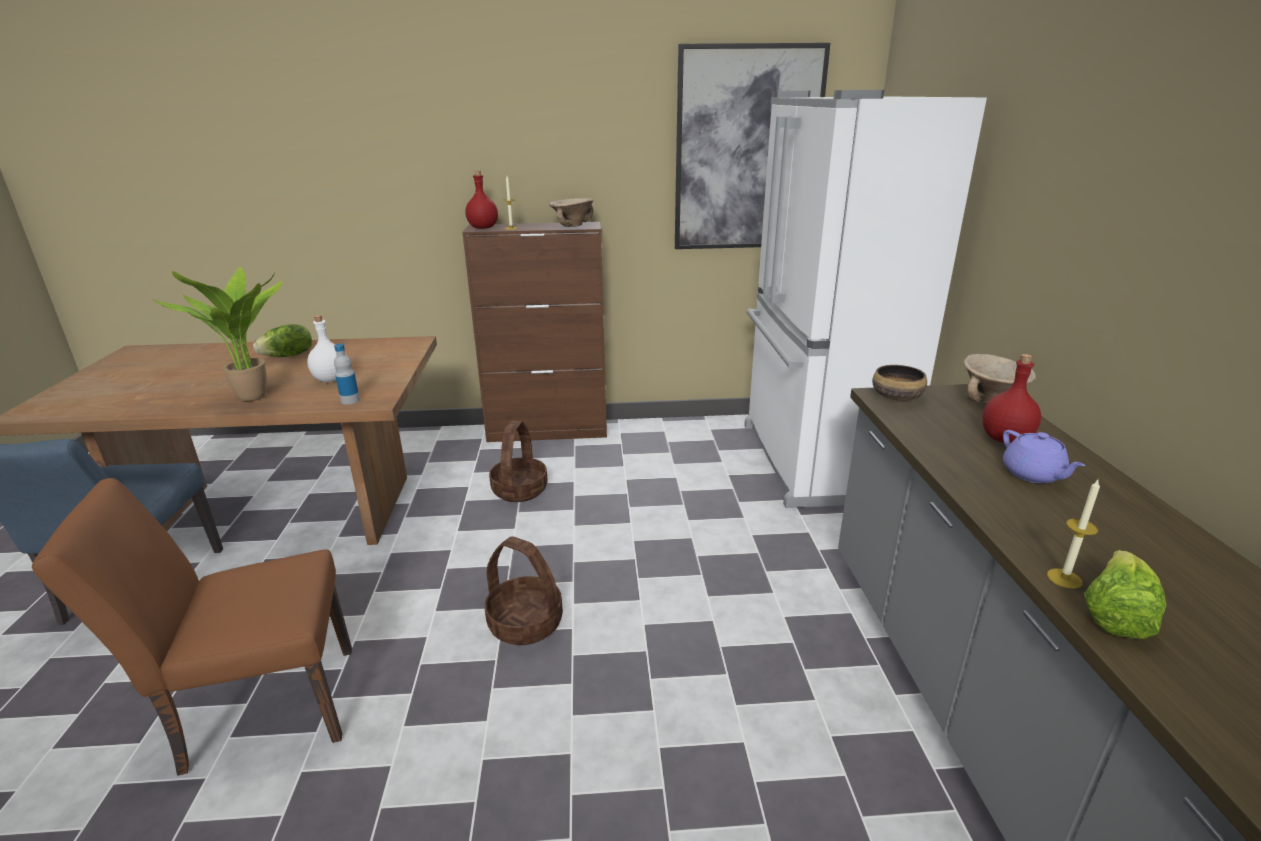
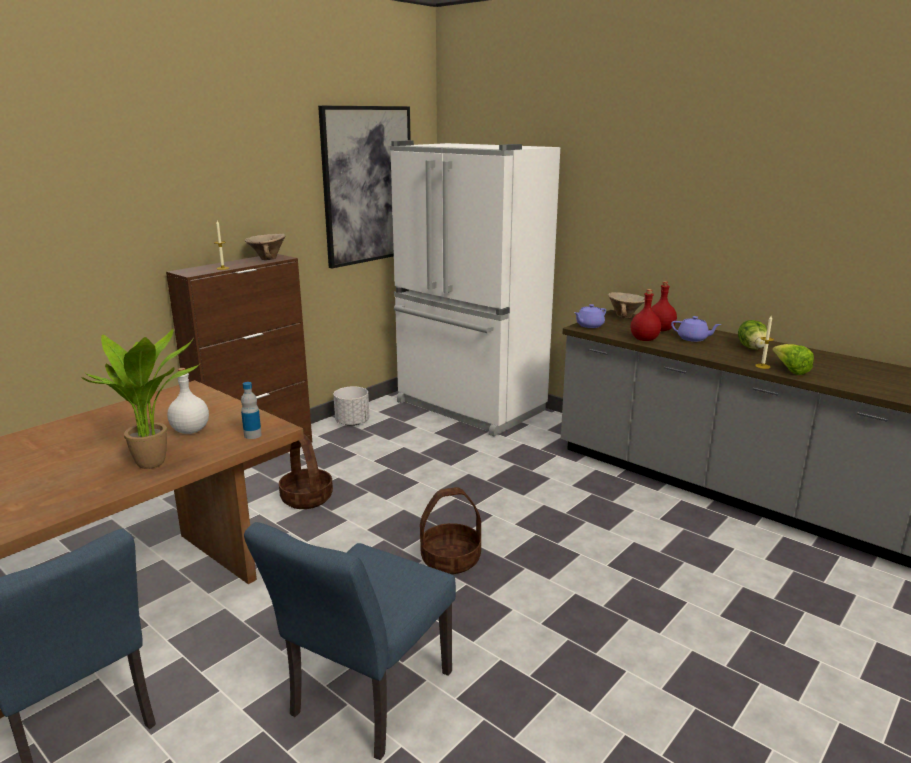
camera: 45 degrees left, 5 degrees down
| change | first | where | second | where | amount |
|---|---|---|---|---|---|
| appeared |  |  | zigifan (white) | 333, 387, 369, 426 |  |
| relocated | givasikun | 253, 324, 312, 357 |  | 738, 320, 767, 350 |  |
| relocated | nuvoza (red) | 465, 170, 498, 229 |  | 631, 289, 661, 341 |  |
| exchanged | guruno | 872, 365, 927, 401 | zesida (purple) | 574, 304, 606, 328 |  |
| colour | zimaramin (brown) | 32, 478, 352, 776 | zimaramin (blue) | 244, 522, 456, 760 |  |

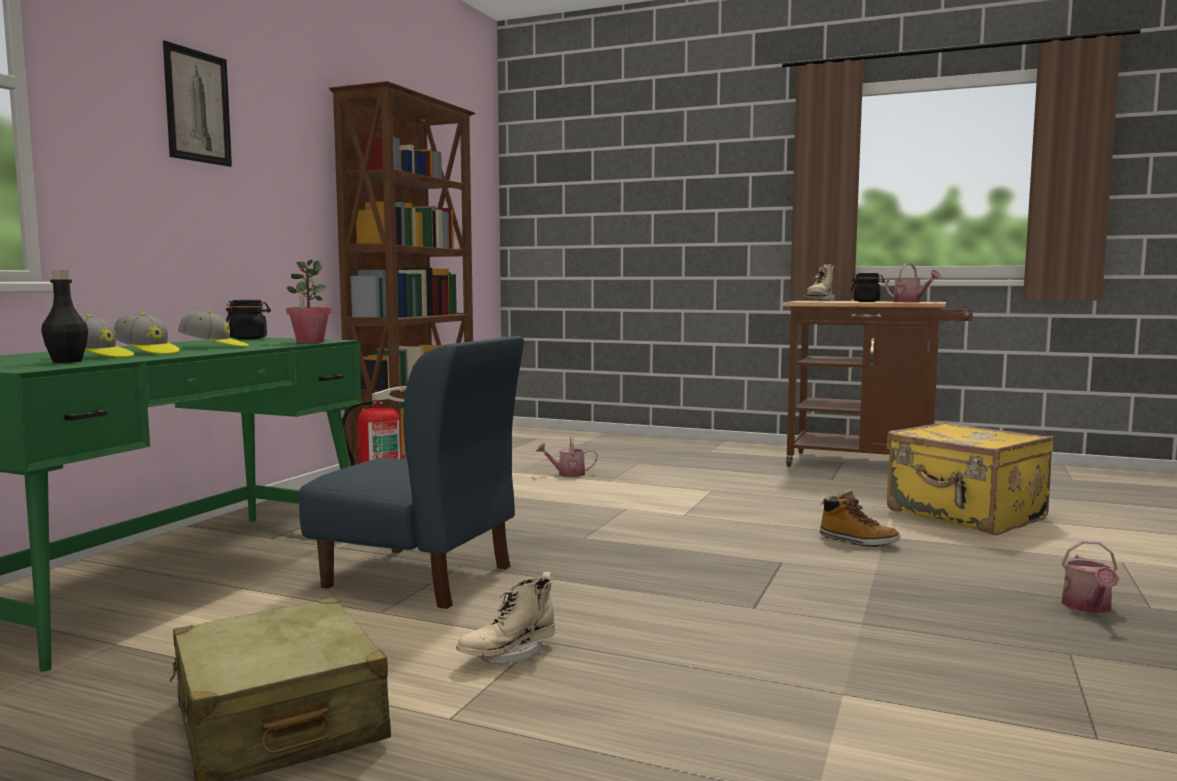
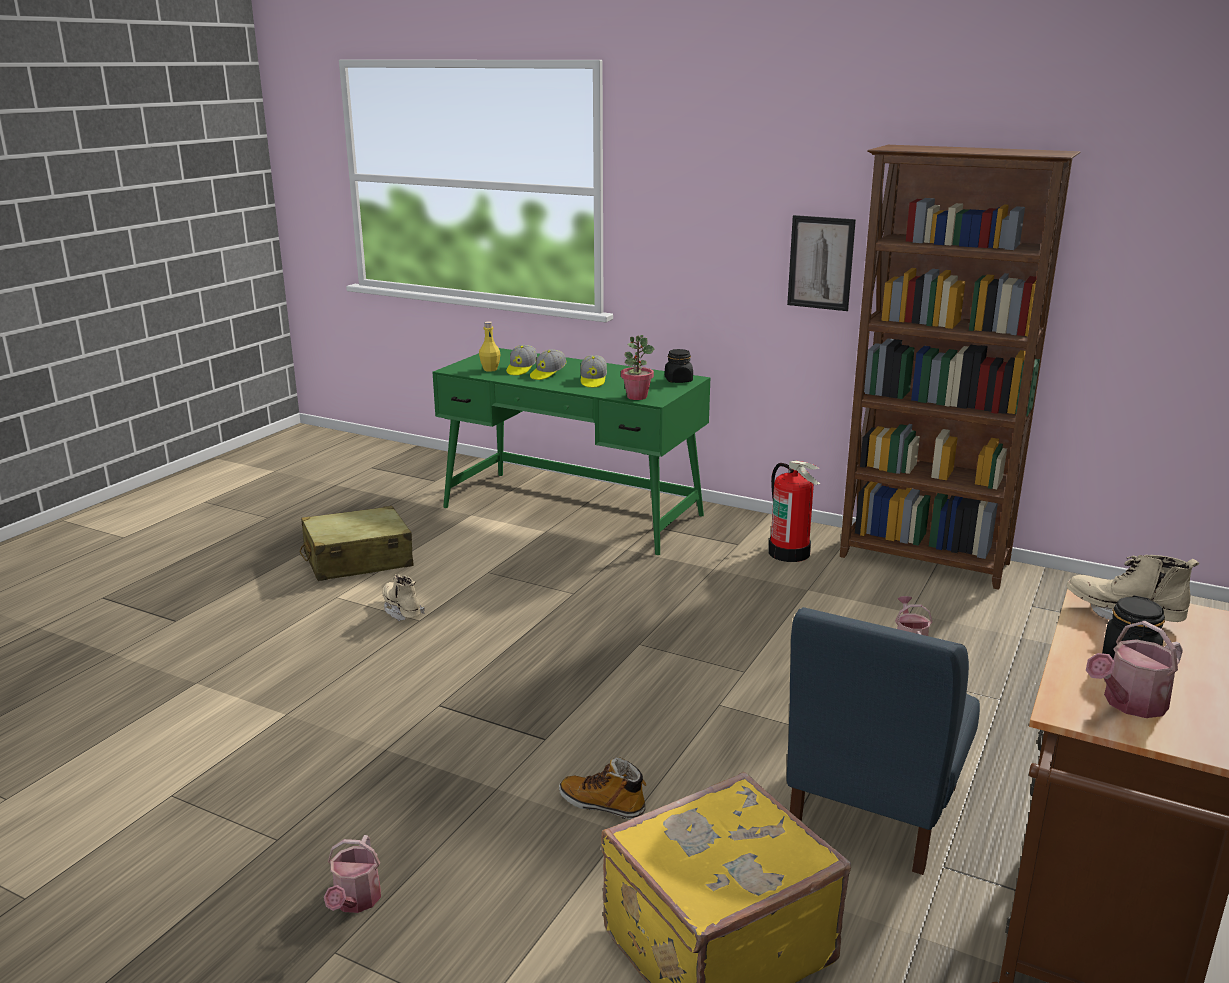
camera: 95 degrees right, 15 degrees up
| change | first | where | second | where | amount |
|---|---|---|---|---|---|
| relocated | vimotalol | 163, 41, 232, 167 |  | 787, 215, 856, 311 |  |
| relocated | zimaramin (blue) | 299, 336, 524, 609 |  | 786, 607, 980, 875 |  |
| colour | nuvoza (black) | 41, 270, 88, 363 | nuvoza (yellow) | 479, 321, 501, 372 |  |
| spun | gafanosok | 820, 489, 900, 547 |  | 559, 757, 646, 819 | 75 degrees clockwise |
| spun | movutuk | 1061, 541, 1119, 613 |  | 324, 835, 381, 913 | 105 degrees counterclockwise |

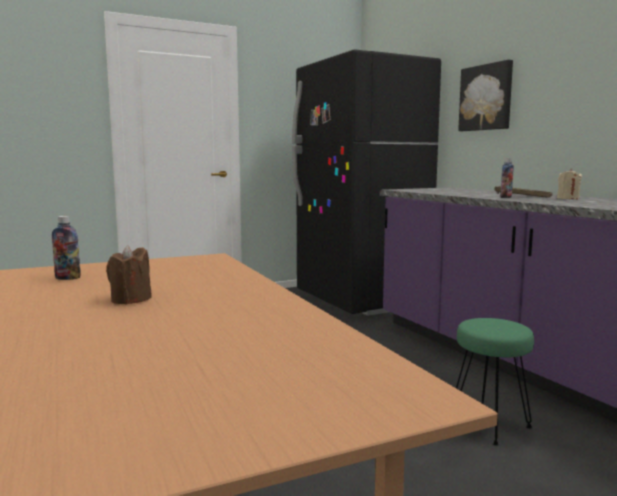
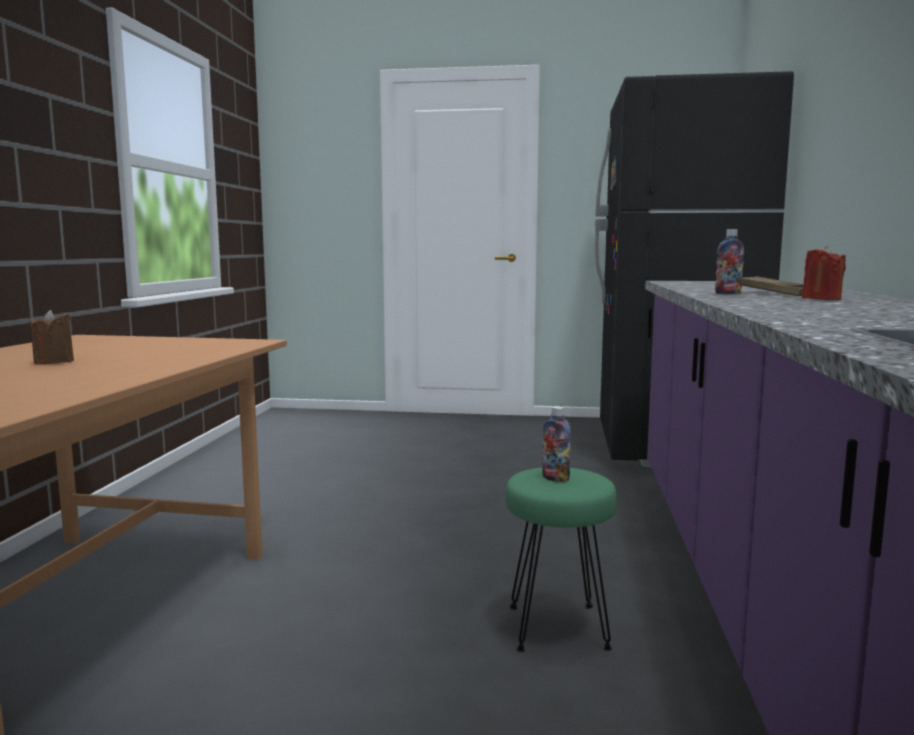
camera: 35 degrees right, 0 degrees up
| change | first | where | second | where | amount |
|---|---|---|---|---|---|
| missing | vimotalol | 458, 60, 513, 131 |  |  |  |
| relocated | nuvoza | 52, 216, 81, 280 |  | 542, 406, 571, 482 |  |
| colour | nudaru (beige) | 557, 169, 582, 199 | nudaru (red) | 802, 245, 846, 300 |  |

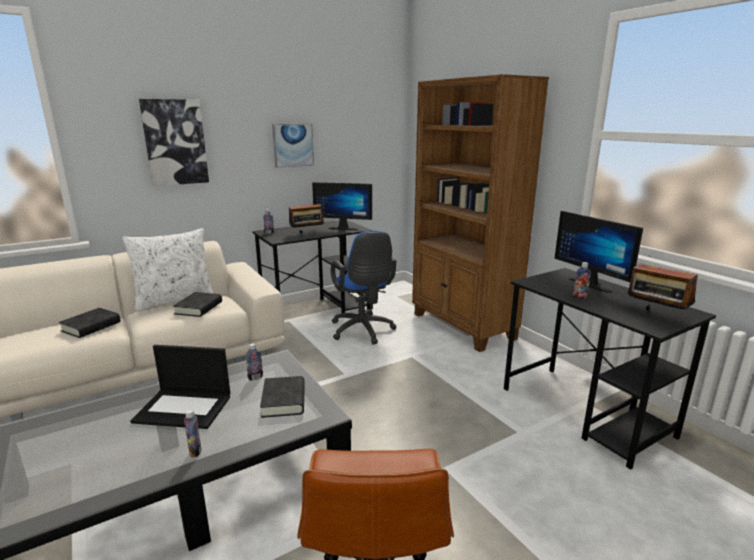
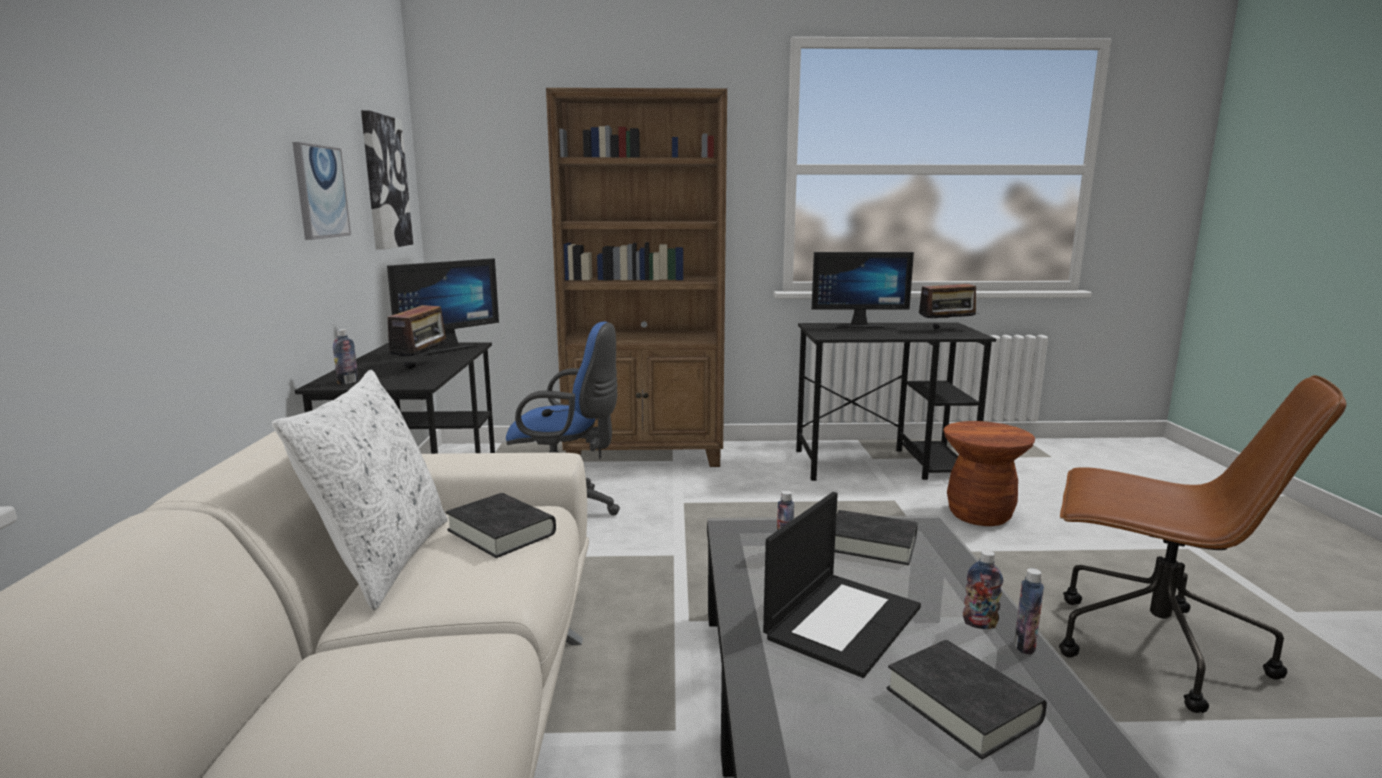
camera: 60 degrees left, 5 degrees down
| change | first | where | second | where | amount |
|---|---|---|---|---|---|
| appeared |  |  | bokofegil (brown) | 943, 421, 1035, 526 |  |
| relocated | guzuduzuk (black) | 59, 308, 121, 338 |  | 887, 640, 1047, 760 |  |
| relocated | vimotalol | 139, 99, 209, 186 |  | 361, 110, 413, 250 |  |
| relocated | nuvoza | 573, 262, 591, 299 |  | 1014, 568, 1044, 655 |  |

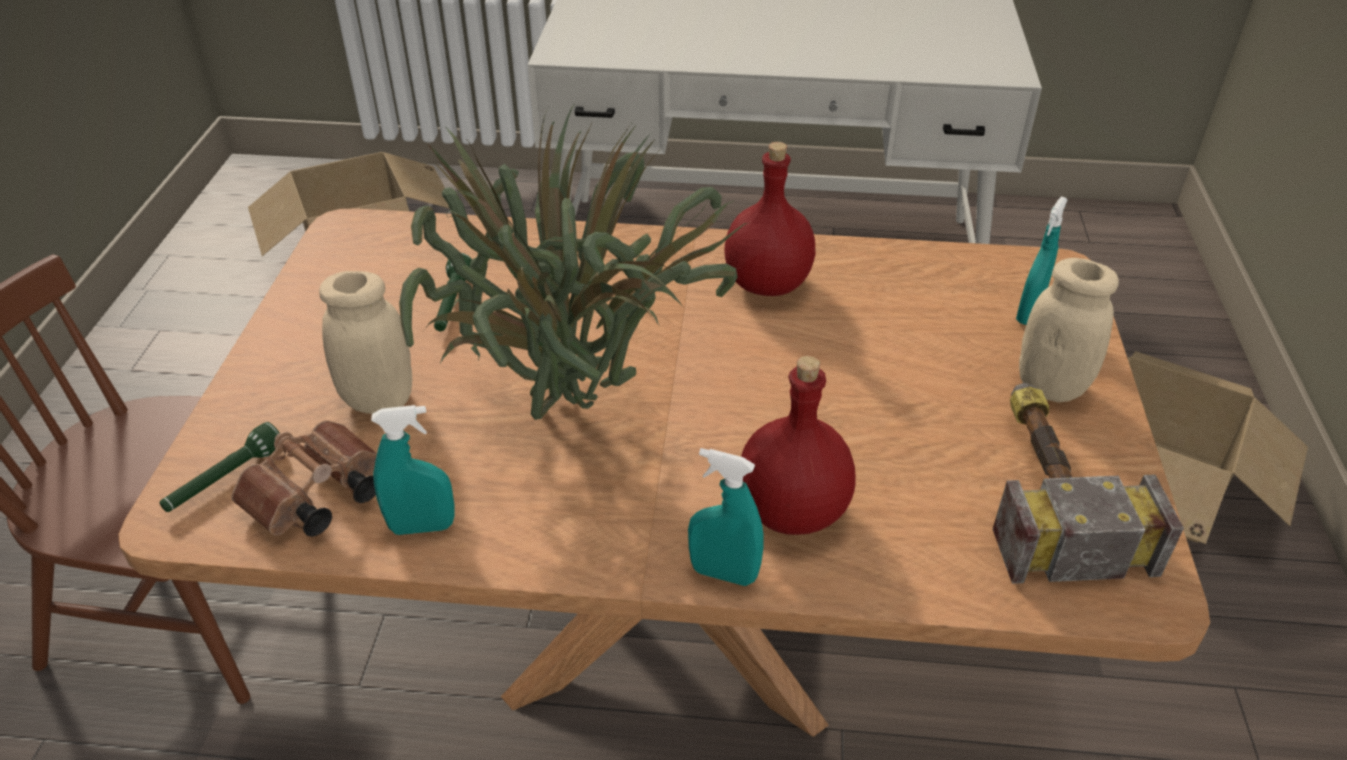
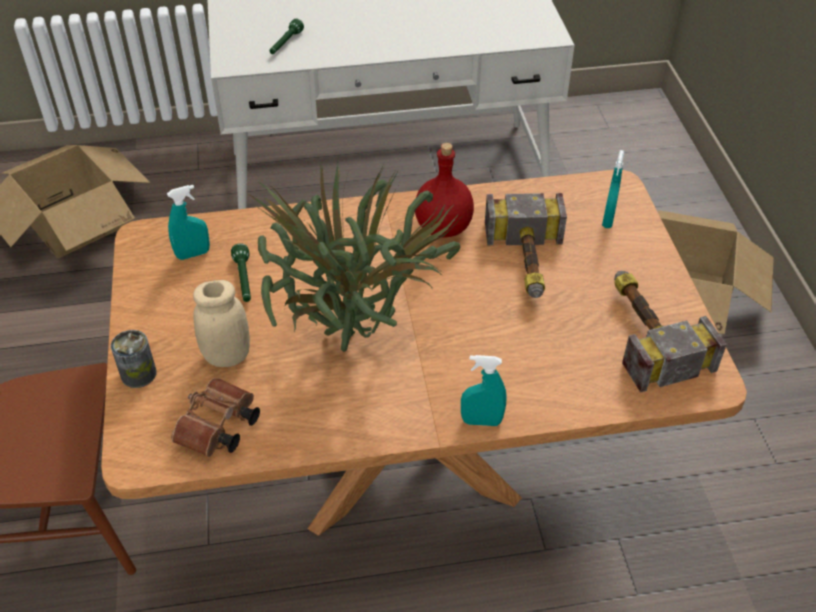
camera: 15 degrees left, 5 degrees up
| change | first | where | second | where | amount |
|---|---|---|---|---|---|
| missing | nuvoza (red) | 741, 356, 856, 535 |  |  |  |
| missing | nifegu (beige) | 1019, 258, 1119, 402 |  |  |  |
| appeared |  |  | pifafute | 111, 330, 157, 388 |  |
| appeared |  |  | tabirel | 485, 193, 567, 298 |  |
| relocated | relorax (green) | 160, 422, 280, 512 |  | 270, 19, 304, 54 |  |
| relocated | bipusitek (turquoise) | 371, 405, 455, 535 |  | 167, 185, 210, 260 |  |

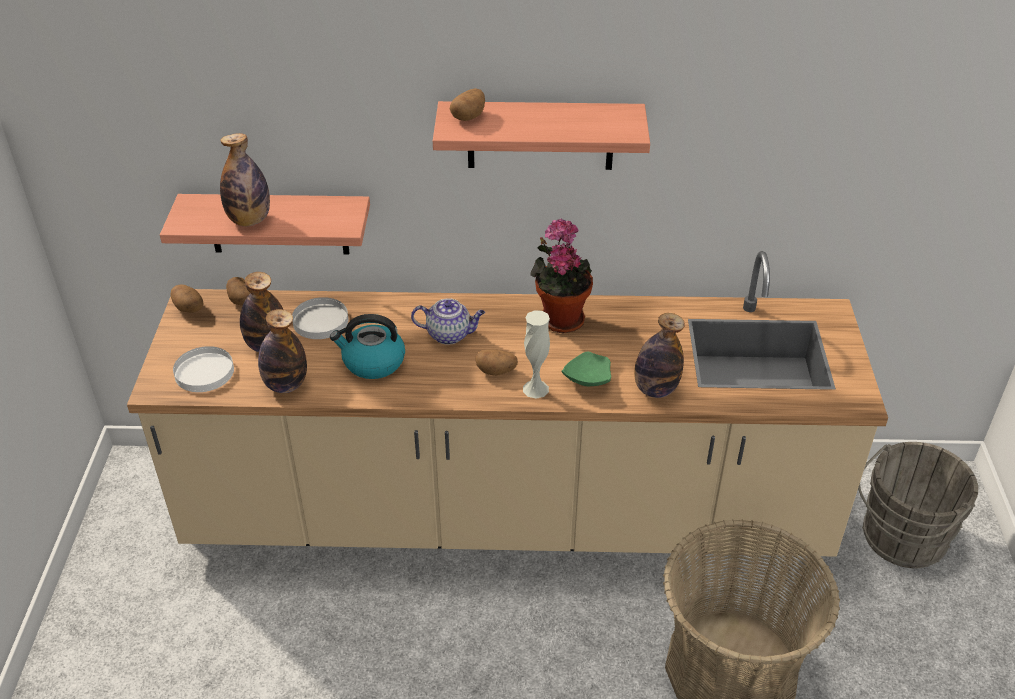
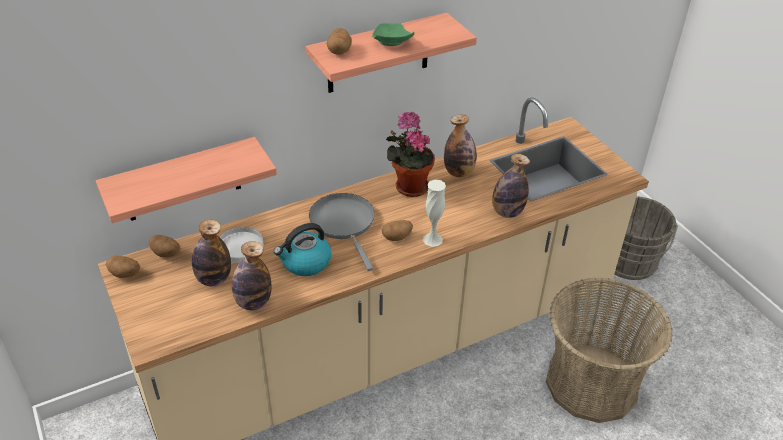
camera: 30 degrees left, 0 degrees up
| change | first | where | second | where | amount |
|---|---|---|---|---|---|
| missing | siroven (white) | 173, 346, 234, 392 |  |  |  |
| relocated | nuvoza | 220, 133, 270, 226 |  | 444, 114, 477, 177 |  |
| relocated | siroven (green) | 561, 352, 611, 386 |  | 372, 23, 414, 46 |  |
| exchanged | zesida | 411, 298, 485, 345 | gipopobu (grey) | 309, 193, 375, 271 |  |

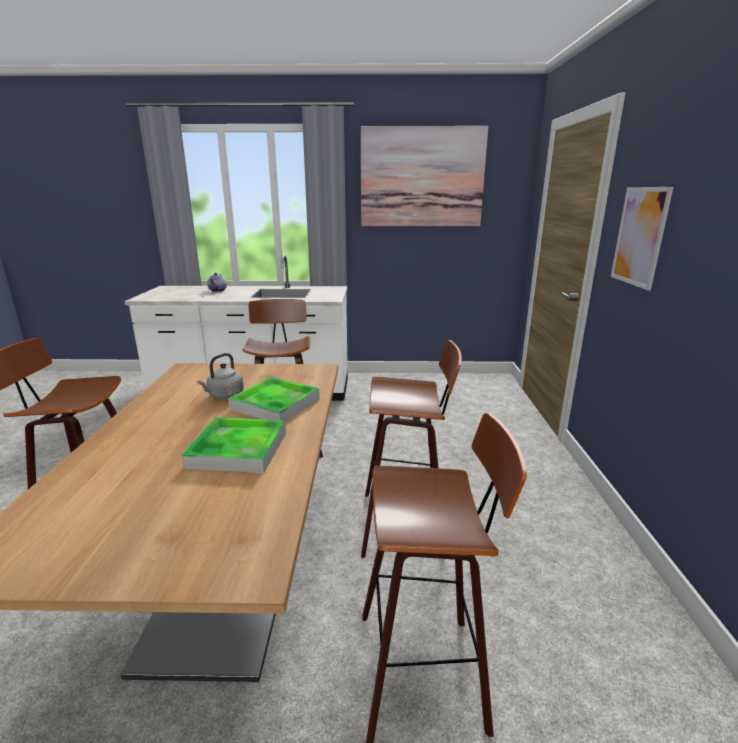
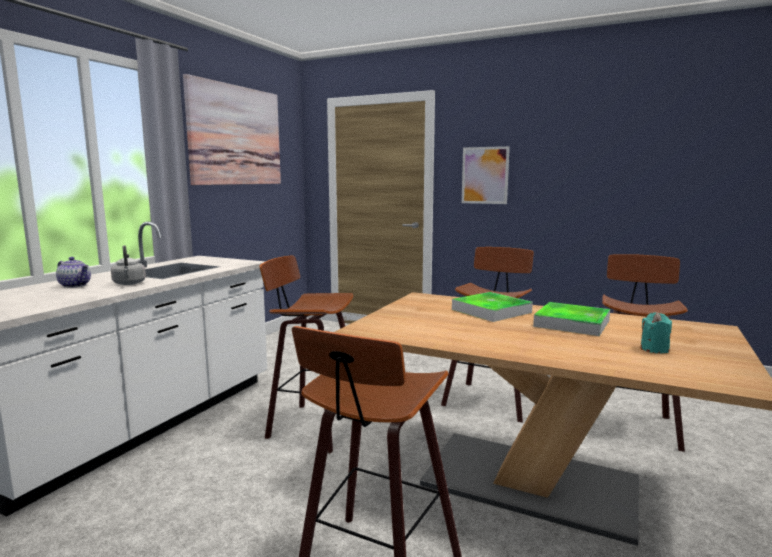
camera: 65 degrees left, 10 degrees down
| change | first | where | second | where | amount |
|---|---|---|---|---|---|
| appeared |  |  | nudaru (turquoise) | 641, 312, 672, 353 |  |
| relocated | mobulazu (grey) | 197, 353, 244, 399 |  | 111, 245, 146, 285 |  |

